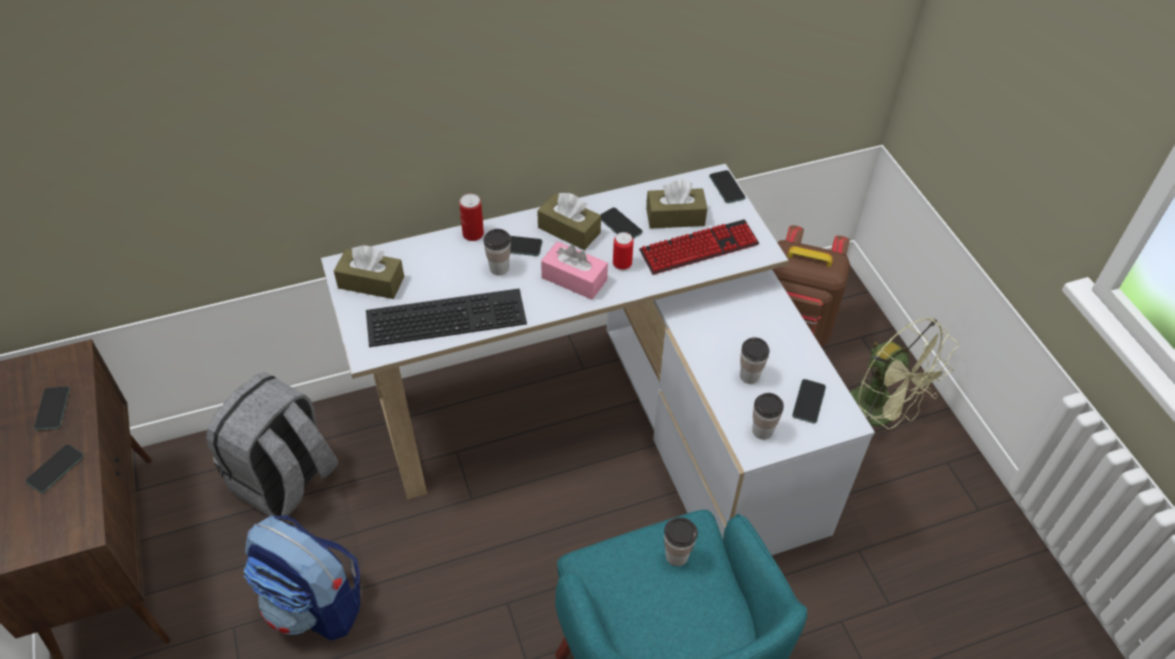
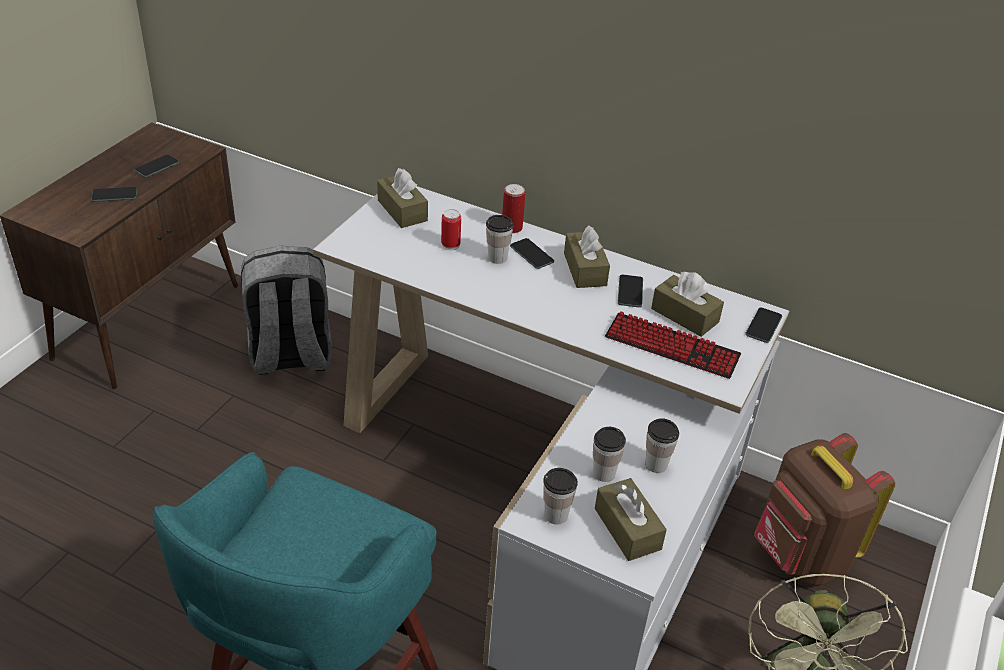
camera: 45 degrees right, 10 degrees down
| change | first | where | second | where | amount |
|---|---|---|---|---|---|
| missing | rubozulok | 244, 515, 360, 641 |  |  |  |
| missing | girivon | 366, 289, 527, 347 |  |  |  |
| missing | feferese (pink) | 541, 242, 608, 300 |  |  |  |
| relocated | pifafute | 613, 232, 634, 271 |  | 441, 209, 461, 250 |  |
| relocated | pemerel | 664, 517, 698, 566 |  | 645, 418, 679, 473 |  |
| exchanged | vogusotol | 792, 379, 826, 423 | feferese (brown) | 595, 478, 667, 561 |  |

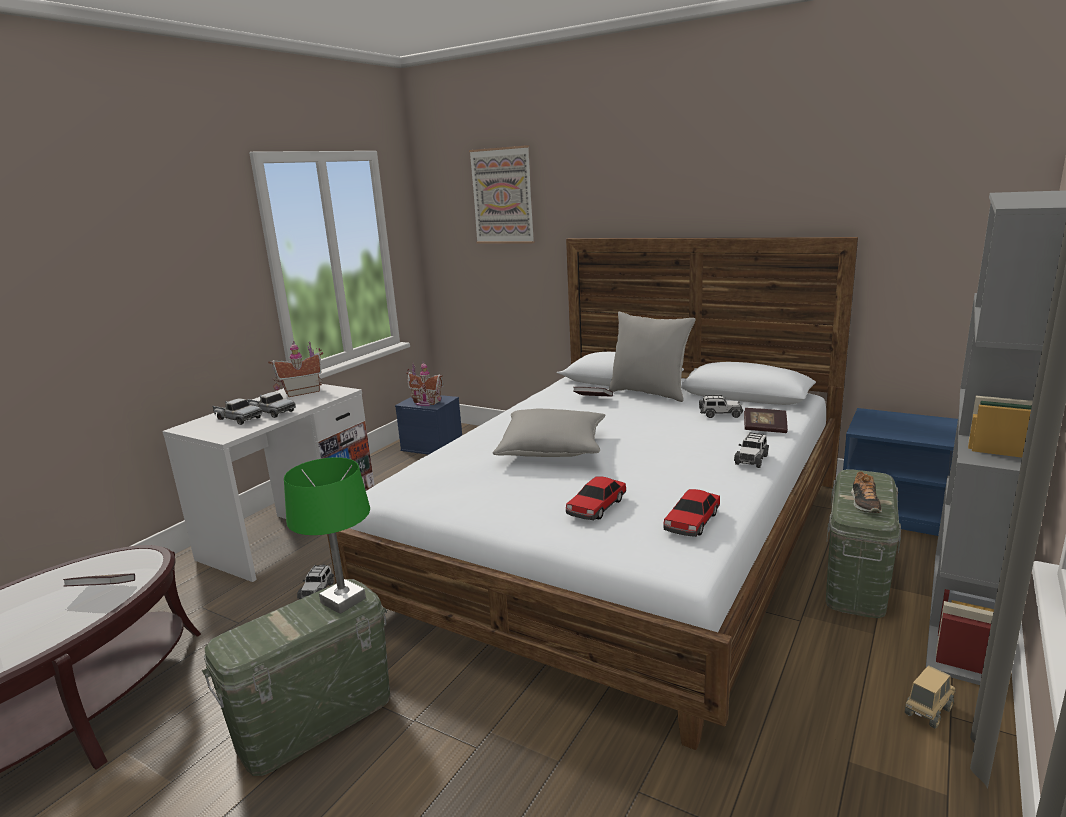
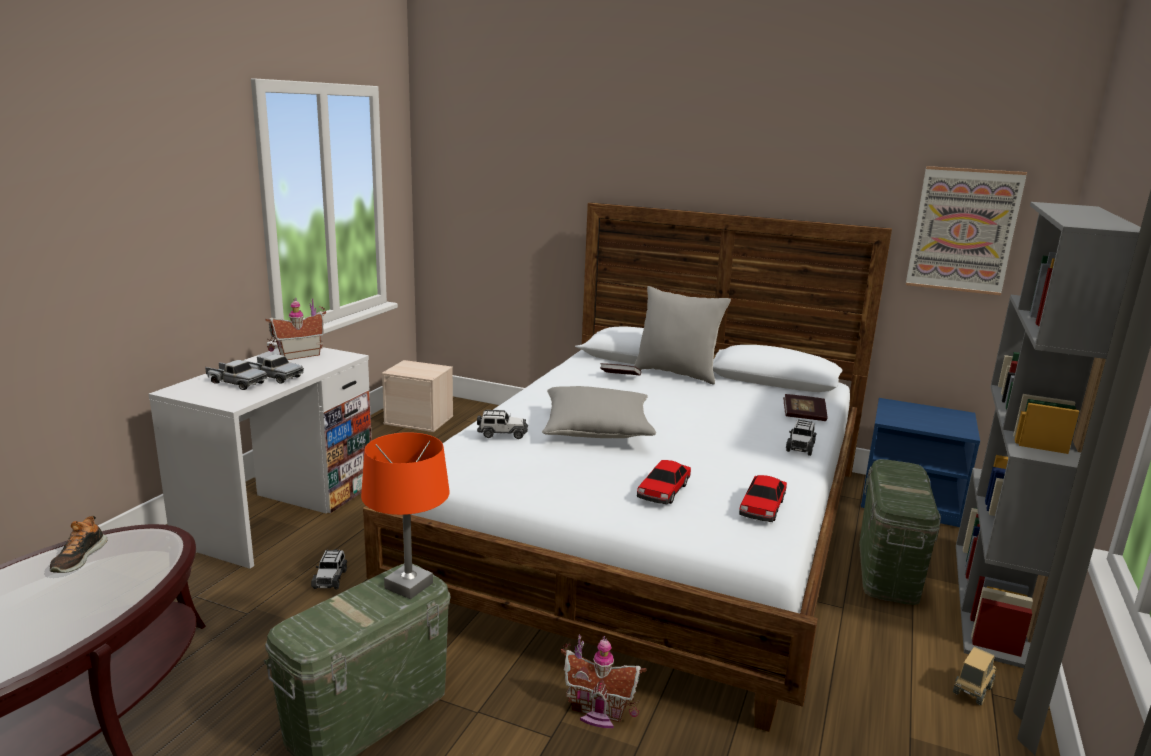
camera: 10 degrees left, 0 degrees up
| change | first | where | second | where | amount |
|---|---|---|---|---|---|
| missing | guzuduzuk | 63, 574, 135, 586 |  |  |  |
| relocated | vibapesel | 406, 361, 443, 406 |  | 561, 634, 647, 728 |  |
| relocated | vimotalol | 469, 145, 534, 243 |  | 906, 166, 1027, 295 |  |
| relocated | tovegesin | 699, 395, 743, 418 |  | 477, 410, 528, 439 |  |
| relocated | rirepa | 851, 471, 882, 513 |  | 50, 516, 107, 573 |  |
| colour | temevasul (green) | 284, 457, 370, 614 | temevasul (orange) | 361, 432, 449, 599 |  |
| colour | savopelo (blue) | 395, 395, 462, 455 | savopelo (beige) | 381, 360, 453, 432 |  |

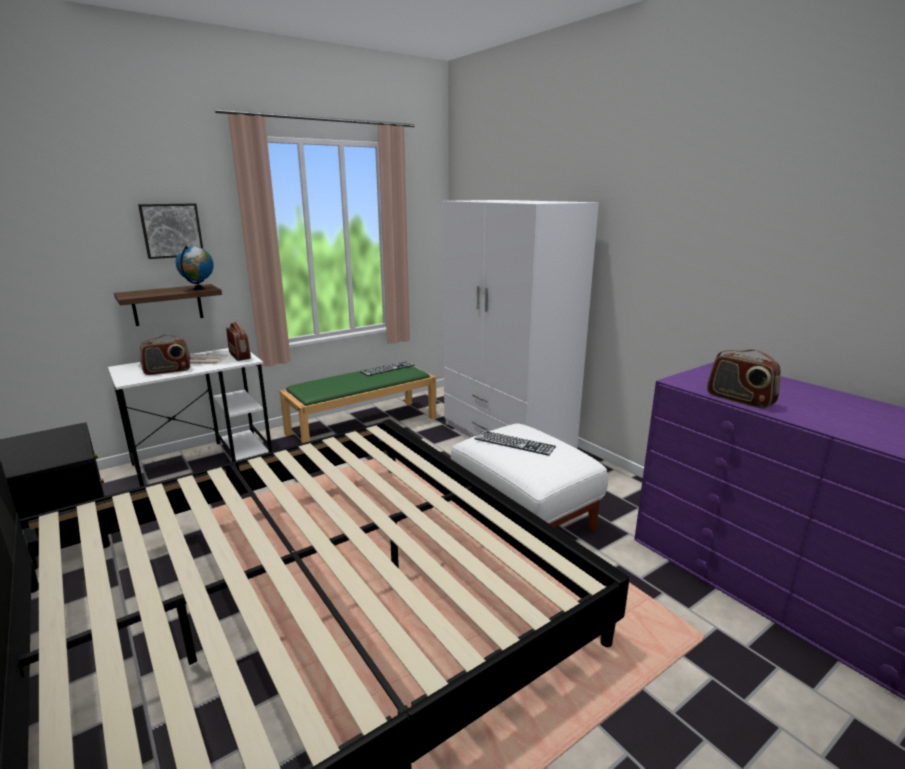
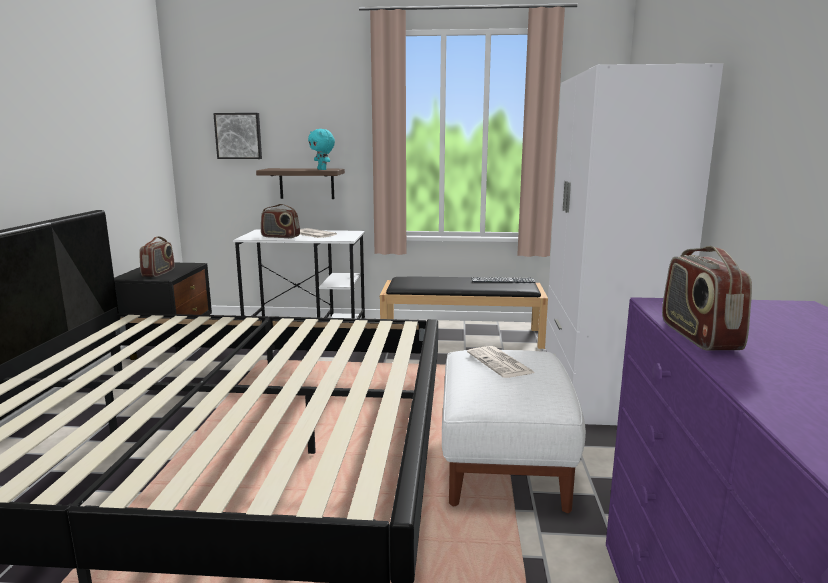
camera: 40 degrees right, 5 degrees down
| change | first | where | second | where | amount |
|---|---|---|---|---|---|
| relocated | vimotalol | 138, 203, 203, 259 |  | 213, 113, 262, 159 |  |
| relocated | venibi | 226, 322, 251, 361 |  | 139, 236, 175, 277 |  |
| exchanged | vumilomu | 176, 245, 214, 290 | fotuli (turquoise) | 308, 129, 335, 170 |  |
| exchanged | girivon | 474, 431, 556, 456 | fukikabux | 467, 346, 535, 378 |  |
| colour | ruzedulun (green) | 280, 365, 436, 443 | ruzedulun (black) | 380, 277, 548, 349 |  |

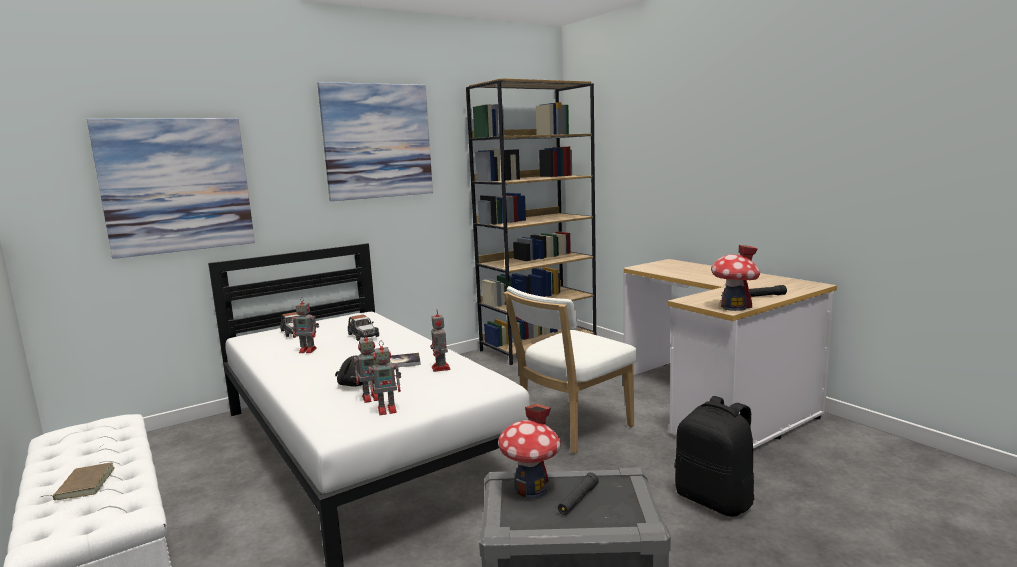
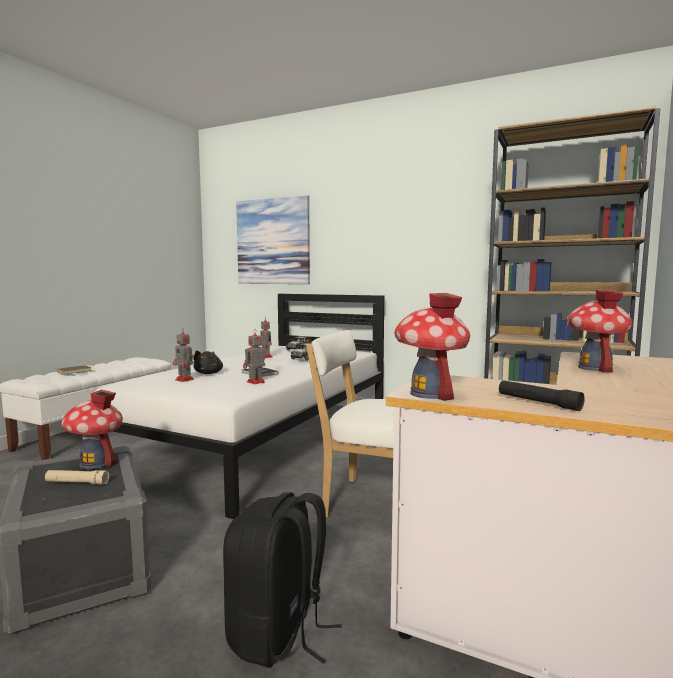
camera: 60 degrees right, 5 degrees down
| change | first | where | second | where | amount |
|---|---|---|---|---|---|
| missing | vimotalol | 317, 82, 433, 201 |  |  |  |
| missing | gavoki | 368, 340, 401, 415 |  |  |  |
| appeared |  |  | vibapesel | 567, 290, 632, 372 |  |
| colour | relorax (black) | 558, 472, 599, 515 | relorax (beige) | 45, 470, 109, 485 |  |

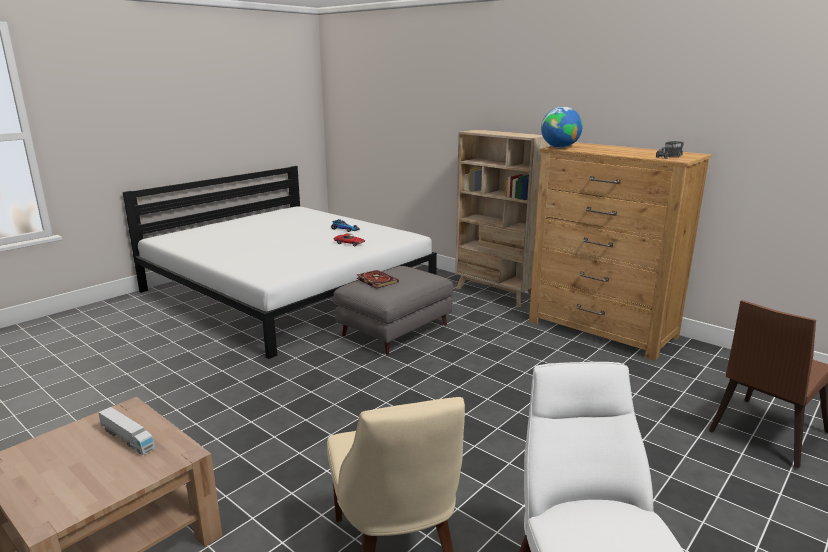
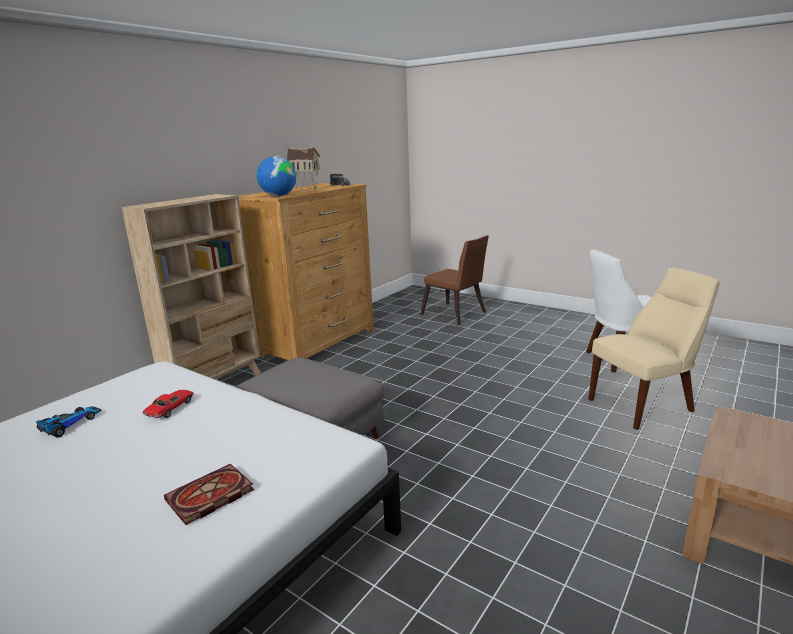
camera: 95 degrees left, 0 degrees up
| change | first | where | second | where | amount |
|---|---|---|---|---|---|
| missing | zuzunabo | 98, 407, 155, 455 |  |  |  |
| appeared |  |  | vibapesel | 287, 147, 320, 190 |  |
| relocated | guzuduzuk | 357, 270, 399, 288 |  | 164, 463, 254, 525 |  |

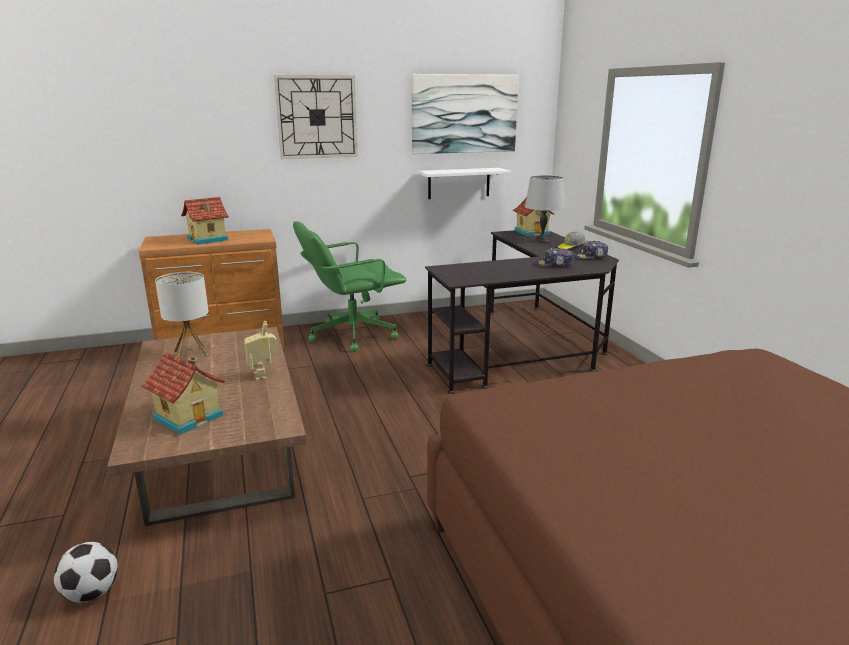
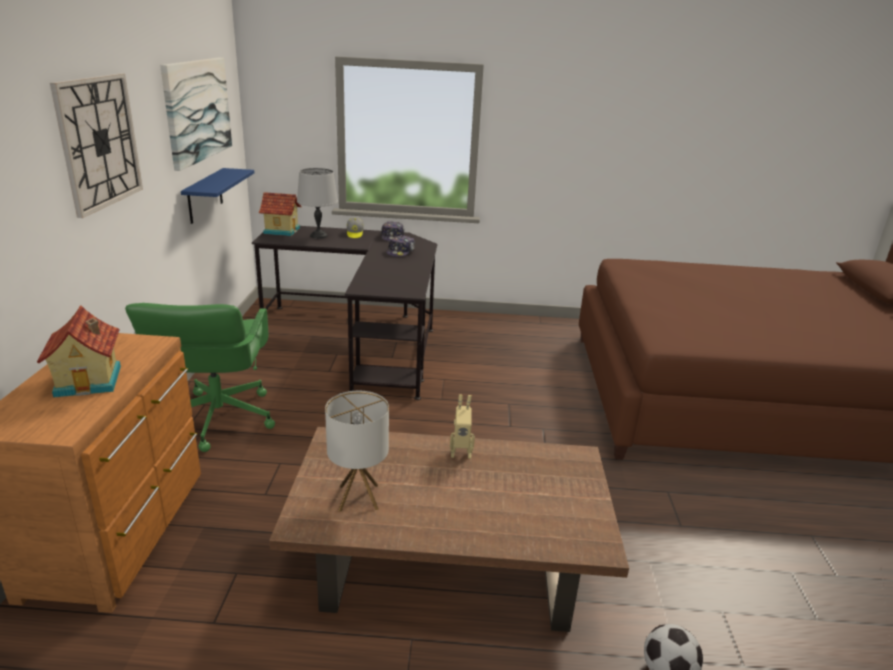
camera: 70 degrees left, 5 degrees up
| change | first | where | second | where | amount |
|---|---|---|---|---|---|
| missing | vibapesel | 141, 352, 225, 435 |  |  |  |
| colour | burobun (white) | 418, 168, 511, 199 | burobun (blue) | 181, 168, 254, 224 |  |

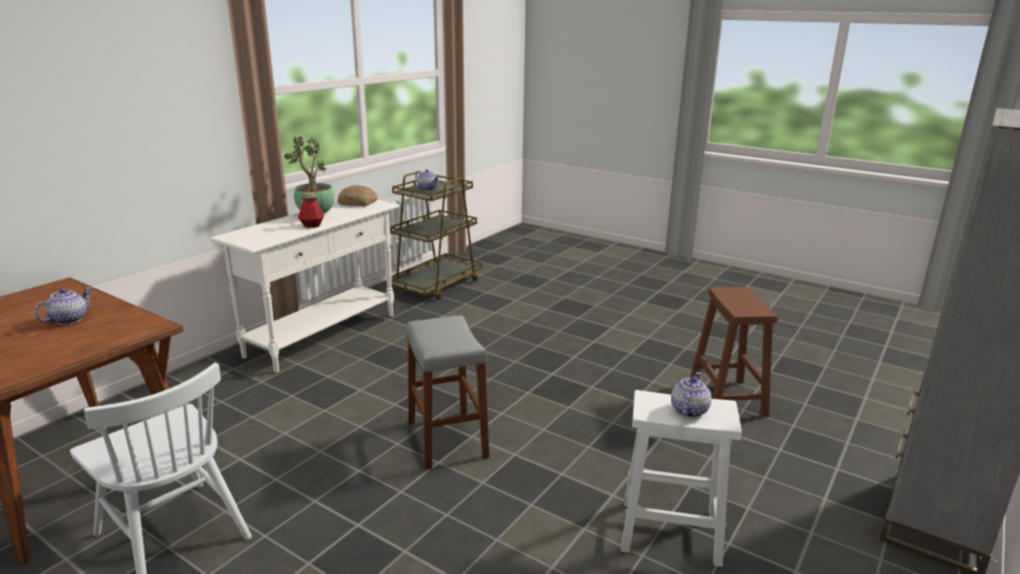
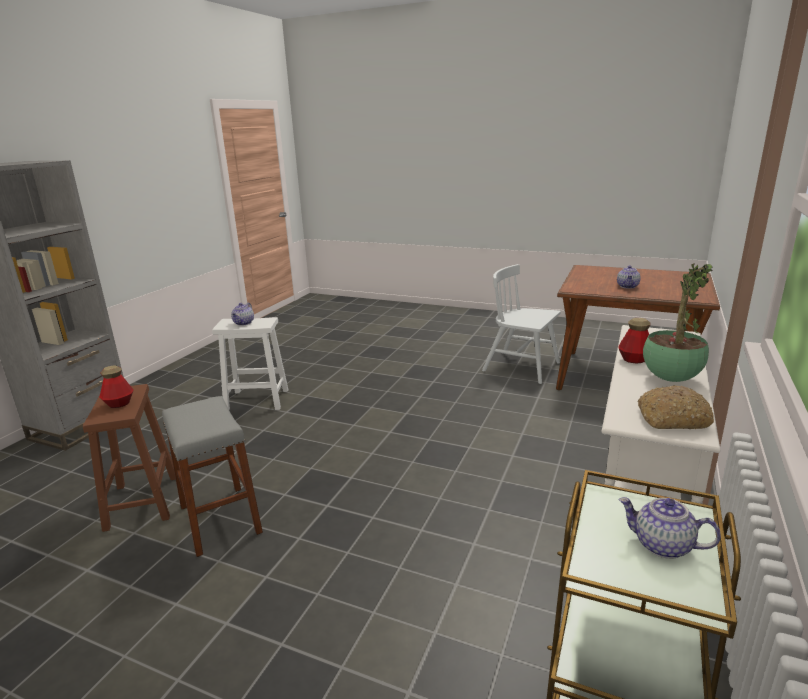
camera: 170 degrees right, 0 degrees up
| change | first | where | second | where | amount |
|---|---|---|---|---|---|
| appeared |  |  | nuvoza | 99, 366, 134, 408 |  |
| relocated | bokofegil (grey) | 406, 316, 489, 470 |  | 162, 396, 263, 557 |  |

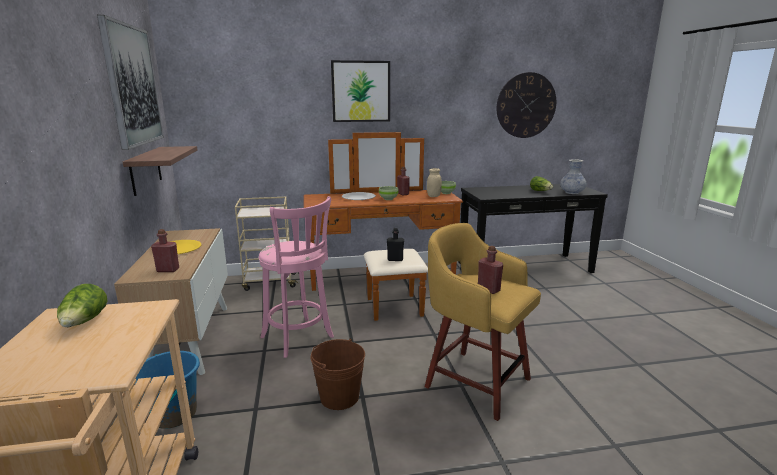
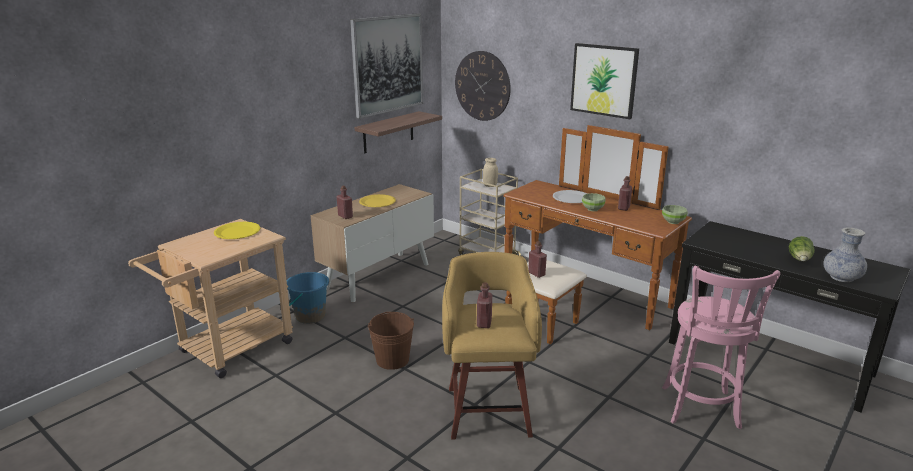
camera: 50 degrees right, 5 degrees up
| change | first | where | second | where | amount |
|---|---|---|---|---|---|
| relocated | bokofegil (pink) | 259, 196, 334, 358 |  | 662, 265, 780, 429 |  |
| relocated | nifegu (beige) | 427, 168, 442, 197 |  | 483, 158, 498, 187 |  |
| relocated | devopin | 497, 72, 556, 138 |  | 455, 51, 511, 121 |  |
| exchanged | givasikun | 57, 284, 108, 327 | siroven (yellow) | 214, 222, 260, 239 |  |
| colour | nuvoza (black) | 387, 228, 404, 261 | nuvoza (red) | 528, 241, 547, 278 |  |

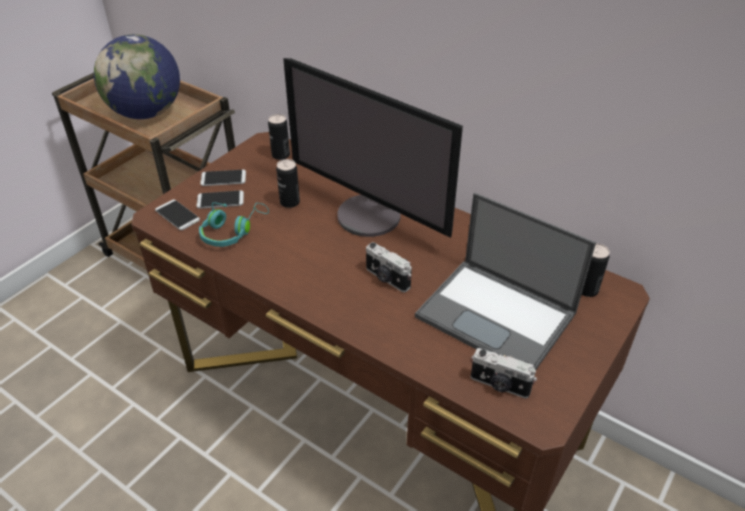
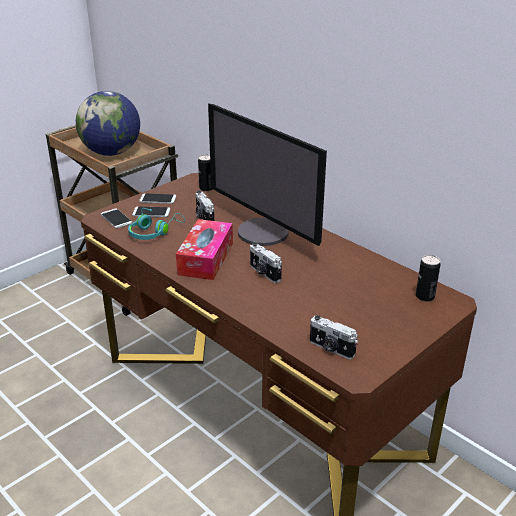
camera: 10 degrees right, 10 degrees down
| change | first | where | second | where | amount |
|---|---|---|---|---|---|
| missing | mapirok | 415, 192, 596, 370 |  |  |  |
| appeared |  |  | feferese | 176, 219, 233, 280 |  |
| exchanged | pifafute | 276, 159, 300, 208 | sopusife | 195, 190, 214, 221 |  |

